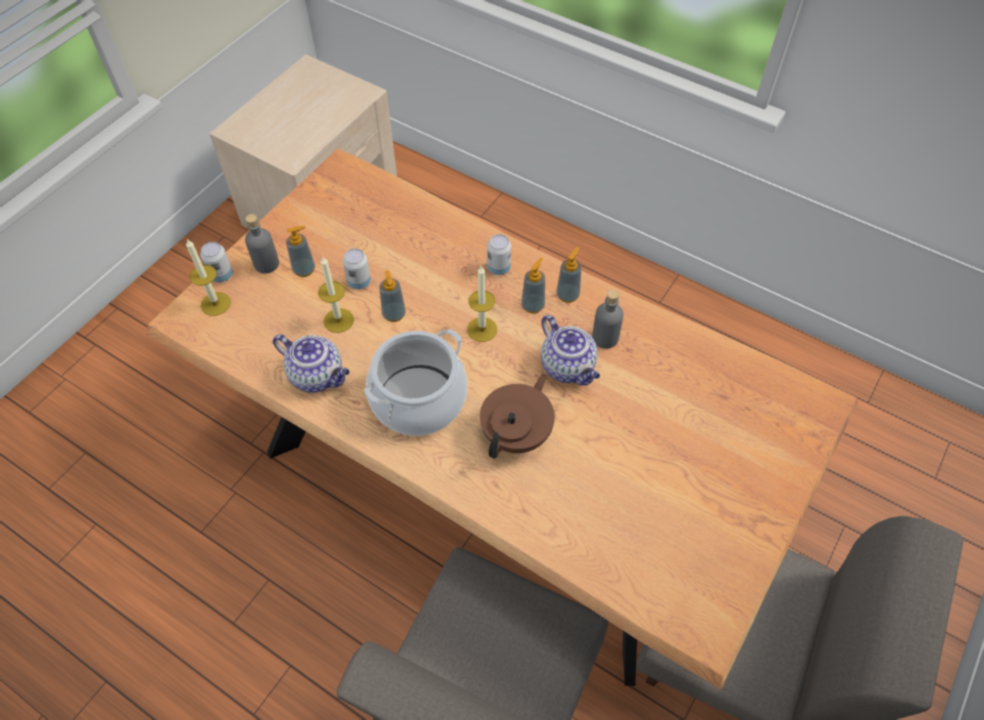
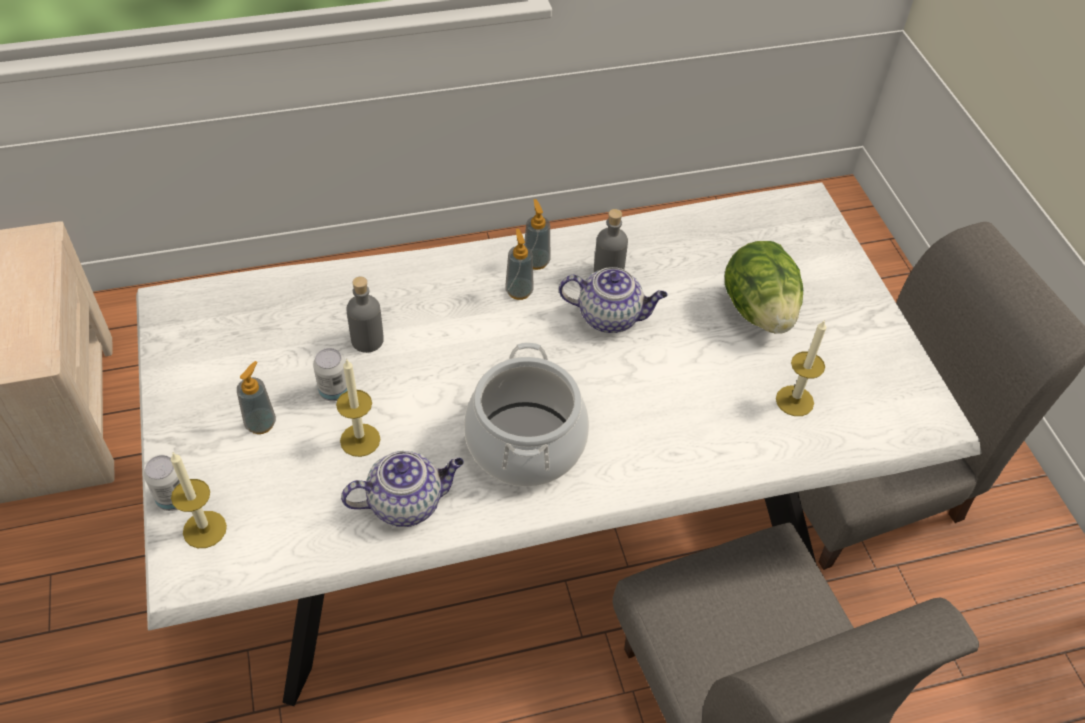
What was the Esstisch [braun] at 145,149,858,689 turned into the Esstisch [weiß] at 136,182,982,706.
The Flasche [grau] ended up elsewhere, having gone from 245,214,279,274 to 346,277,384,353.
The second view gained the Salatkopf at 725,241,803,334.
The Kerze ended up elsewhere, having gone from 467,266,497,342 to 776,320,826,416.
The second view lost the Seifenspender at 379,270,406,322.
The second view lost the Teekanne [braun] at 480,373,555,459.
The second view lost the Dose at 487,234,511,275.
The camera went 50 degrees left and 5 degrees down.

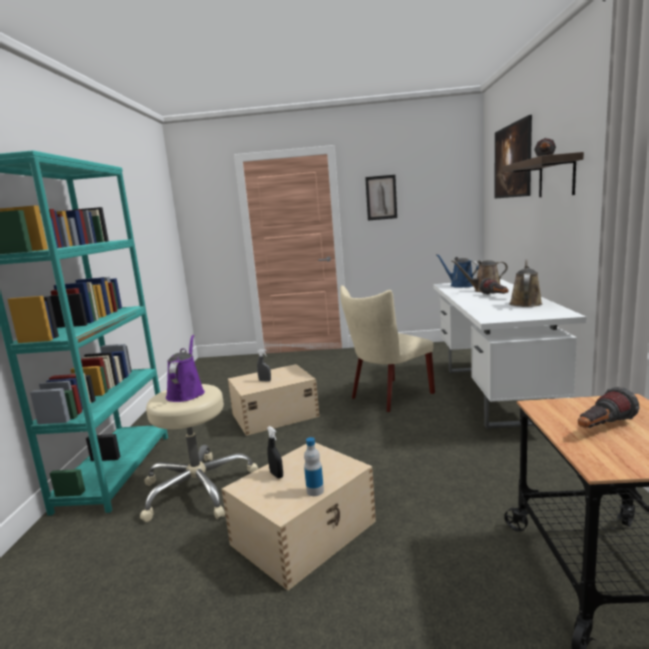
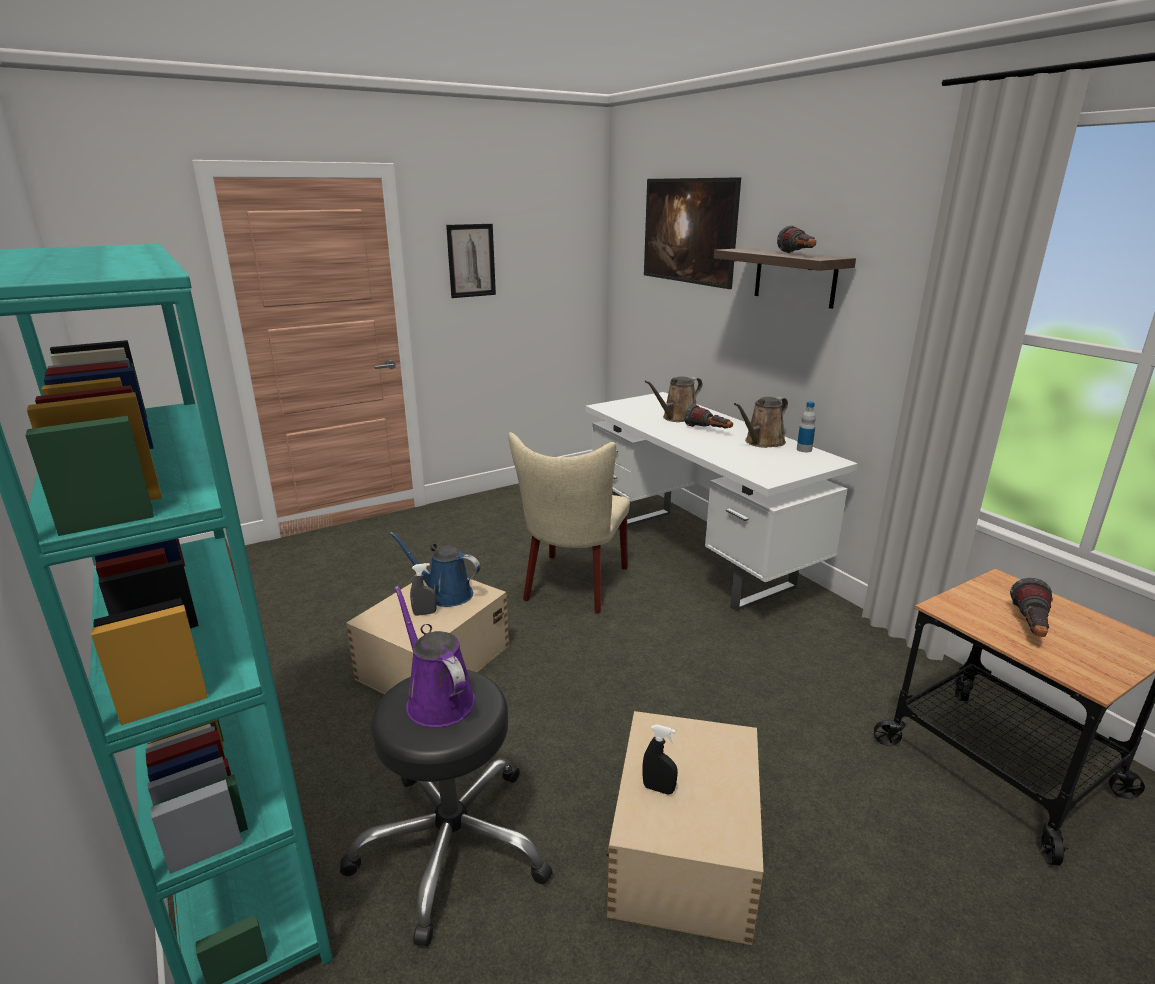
What was the Hocker [beige] at 140,384,259,522 turned into the Hocker [schwarz] at 340,670,553,946.
The Gießkanne [blau] ended up elsewhere, having gone from 436,254,479,288 to 390,532,480,607.
The Gießkanne [braun] at 509,259,542,307 ended up facing another way, 120 degrees counterclockwise from before.
The Flasche ended up elsewhere, having gone from 304,437,324,496 to 797,401,816,452.
The camera went 35 degrees left and 10 degrees up.

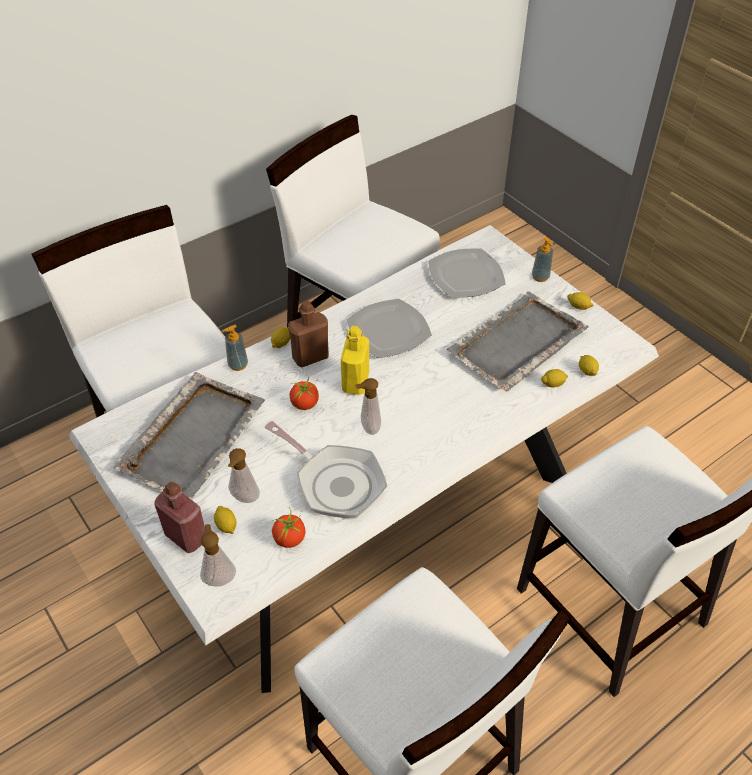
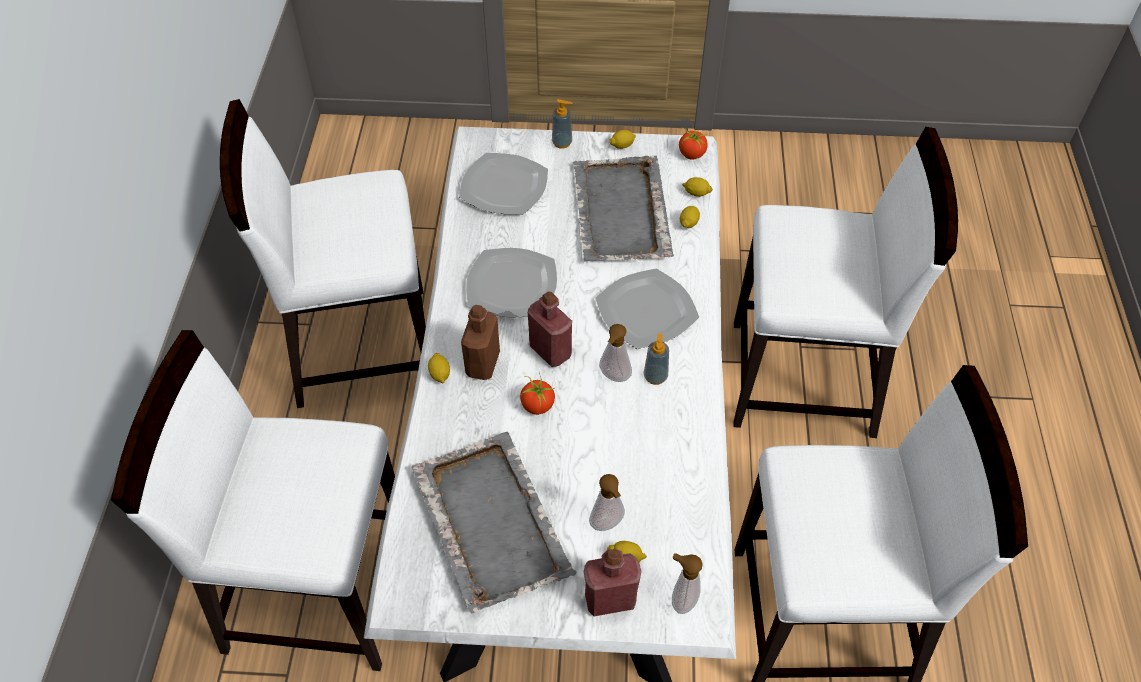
What was the Flasche [gelb] at 341,326,369,395 turned into the Flasche [rot] at 528,291,572,367.
The second view gained the Teller at 595,268,699,349.
The Seifenspender ended up elsewhere, having gone from 222,325,248,371 to 644,333,669,385.
The Tomate ended up elsewhere, having gone from 272,507,305,548 to 679,123,708,159.
The second view lost the Pfanne at 265,421,387,519.
The camera went 50 degrees left and 5 degrees up.

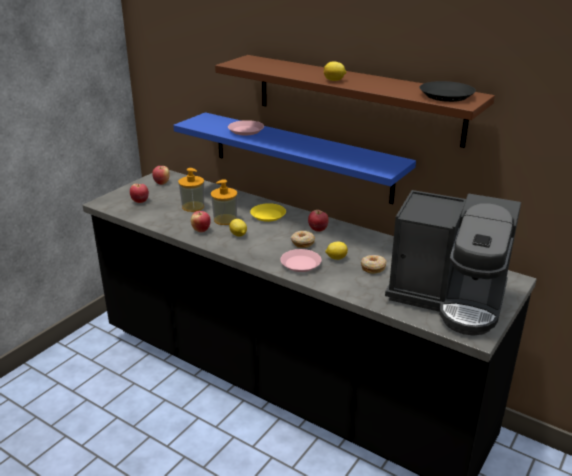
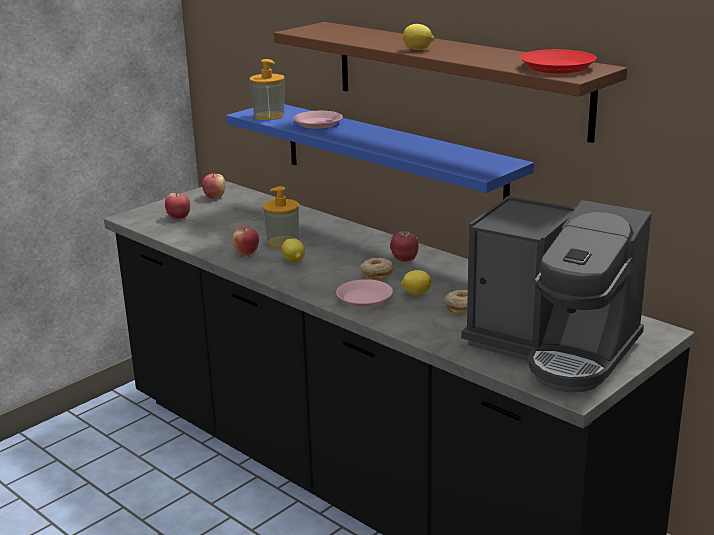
The Seifenspender ended up elsewhere, having gone from 178,168,204,212 to 250,59,284,120.
What was the Teller [schwarz] at 419,81,476,102 turned into the Teller [rot] at 520,49,597,73.
The second view lost the Teller [gelb] at 250,203,286,222.
The camera went 10 degrees right and 5 degrees down.

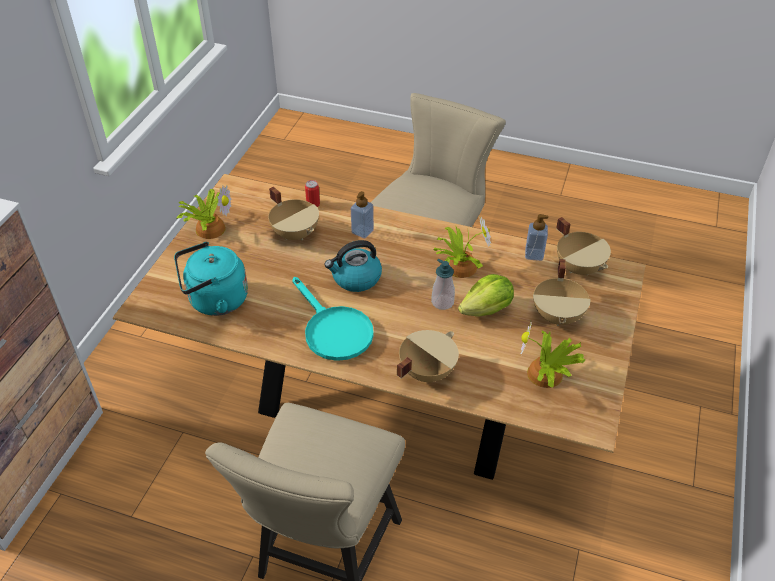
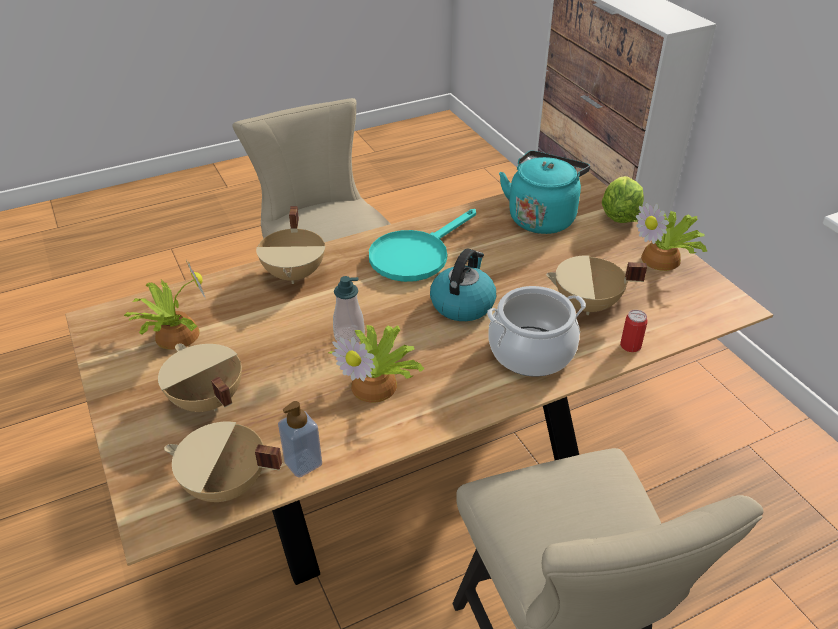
The Pfanne [türkis] at 292,277,374,361 ended up facing another way, 60 degrees counterclockwise from before.
Where the Seifenspender stood at 351,191,374,238, the Kochtopf came to stand at 487,286,586,377.
The Salatkopf ended up elsewhere, having gone from 458,274,514,317 to 602,176,644,223.
The camera went 135 degrees right and 5 degrees down.

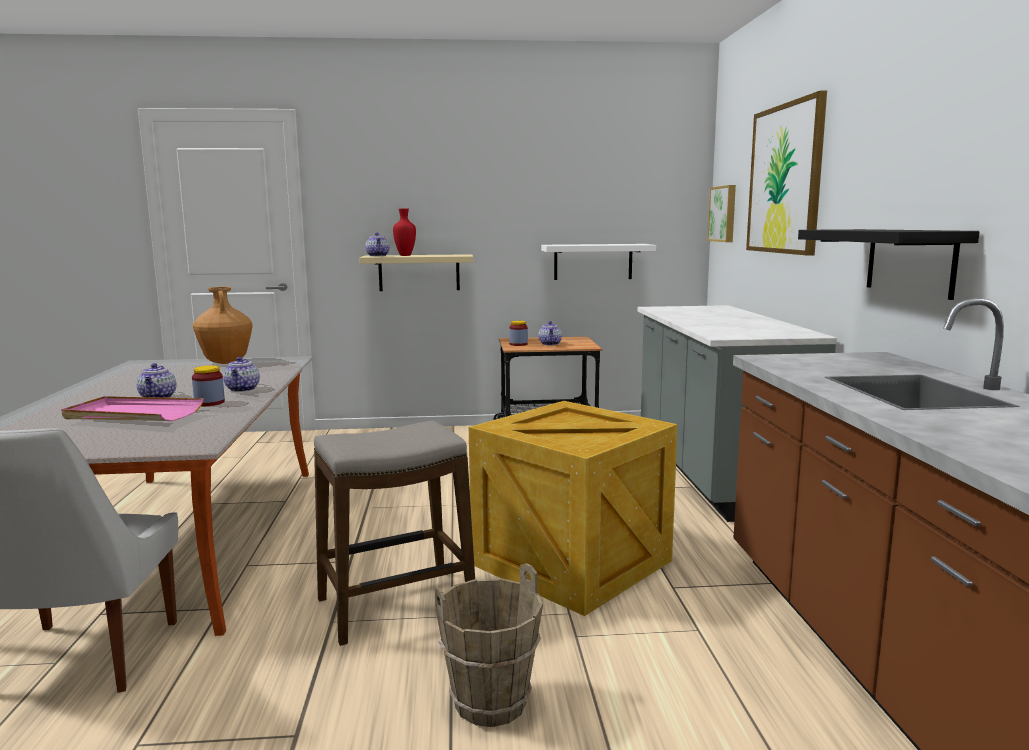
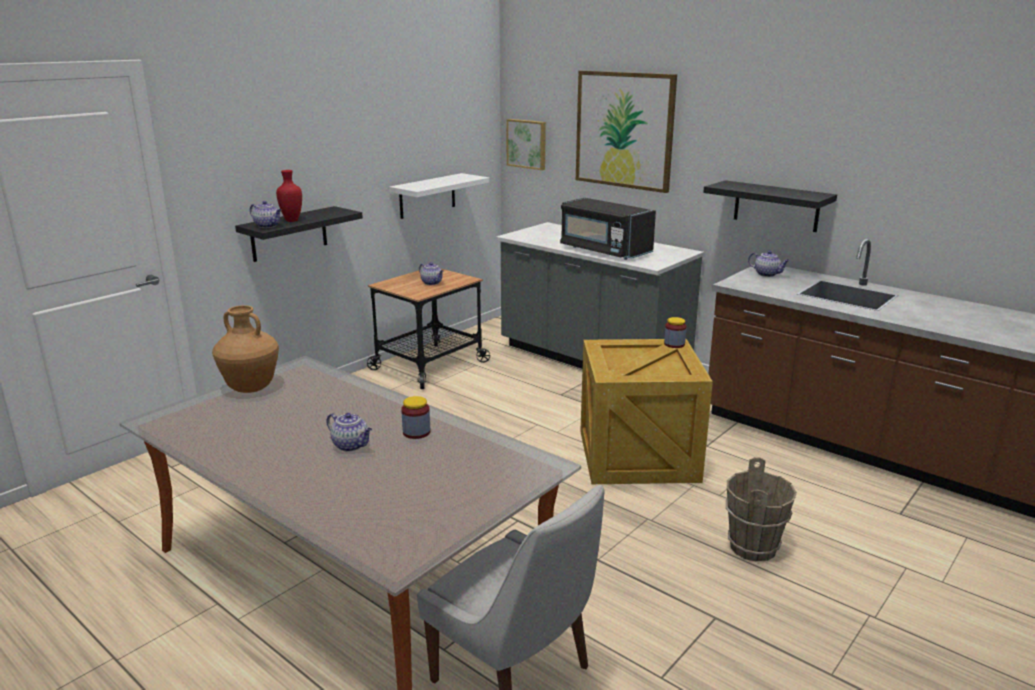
What was the Wandregal [beige] at 359,254,473,291 turned into the Wandregal [schwarz] at 235,206,363,262.
The second view gained the Mikrowelle [schwarz] at 560,198,656,260.
The Vorratsglas ended up elsewhere, having gone from 509,321,528,346 to 664,317,686,348.
The Teekanne ended up elsewhere, having gone from 223,357,260,392 to 748,251,790,277.
The second view lost the Tablett [rosa] at 61,396,204,421.
The second view lost the Hocker at 314,421,475,646.
The camera went 45 degrees left and 10 degrees up.

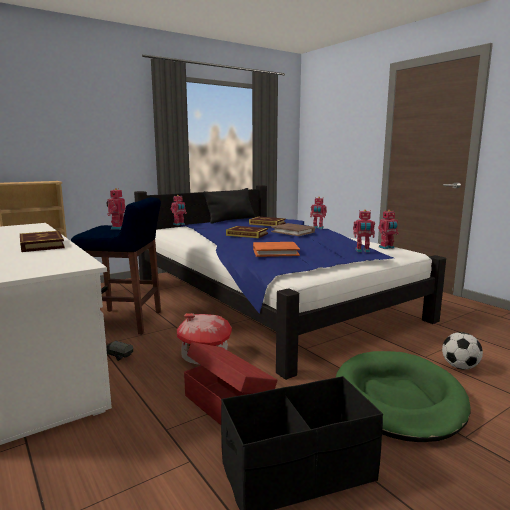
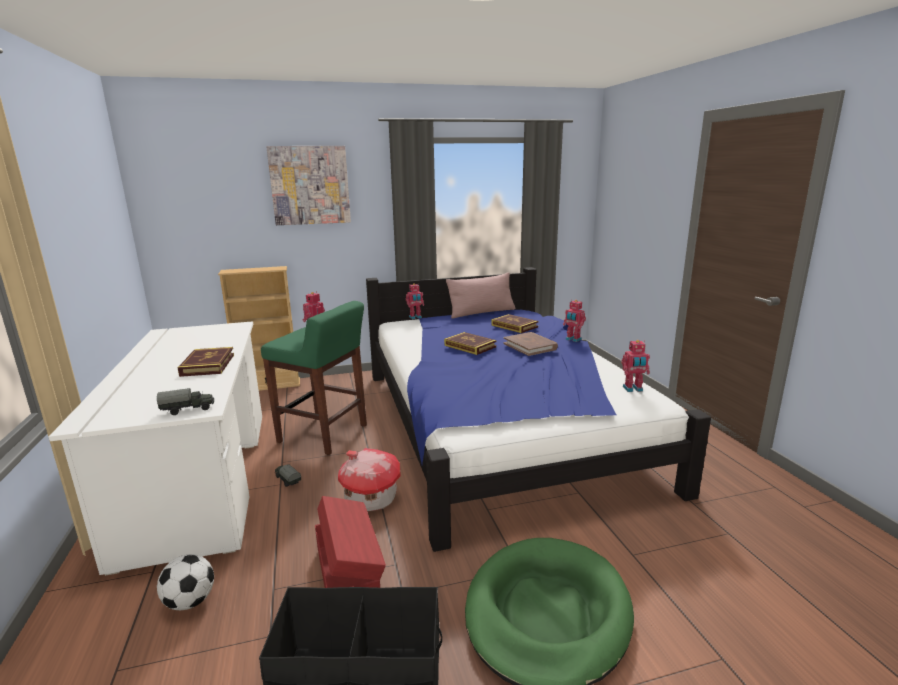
The second view gained the Spielzeuglaster at 157,388,214,415.
The Fußball ended up elsewhere, having gone from 442,332,483,370 to 157,554,214,610.
What was the Hocker [blau] at 71,197,161,335 turned into the Hocker [grün] at 261,301,367,455.
The second view gained the Bild at 266,146,351,225.
What was the Kissen [schwarz] at 203,188,255,224 turned into the Kissen [rosa] at 446,272,515,319.
The second view lost the Buch [orange] at 253,242,300,257.
The second view lost the Spielzeugroboter at 353,210,375,252.
The camera went 20 degrees right and 5 degrees up.

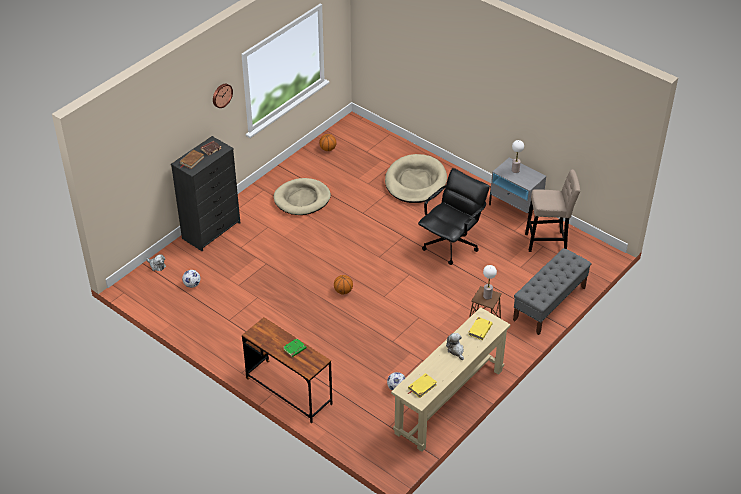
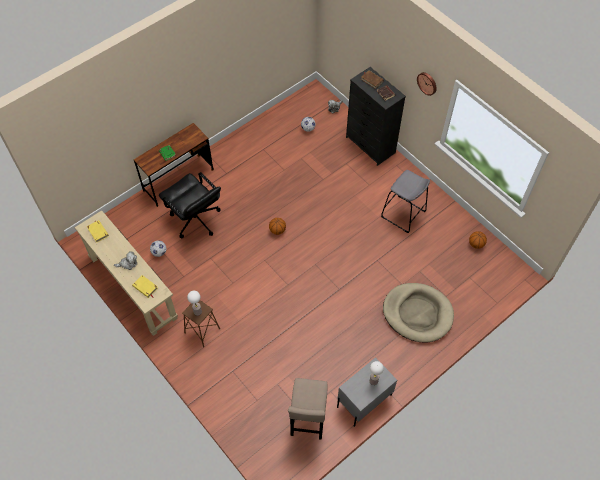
The Bürostuhl [schwarz] ended up elsewhere, having gone from 418,168,490,265 to 159,172,221,239.
Where the Hundebett [beige] stood at 274,178,331,215, the Hocker [grau] came to stand at 381,170,430,233.
The second view lost the Bank [grau] at 513,248,591,335.
The camera went 100 degrees right and 15 degrees up.

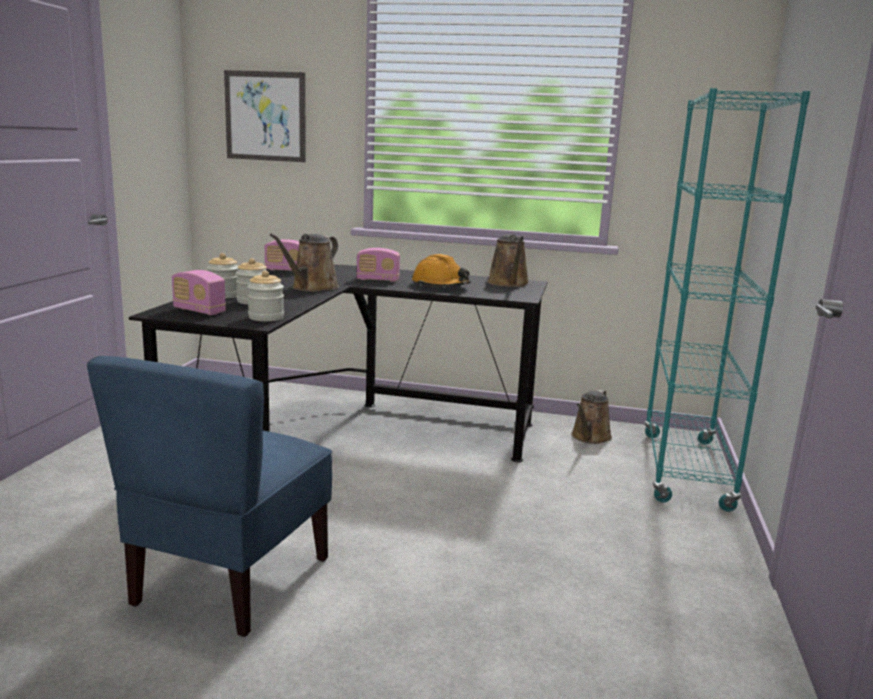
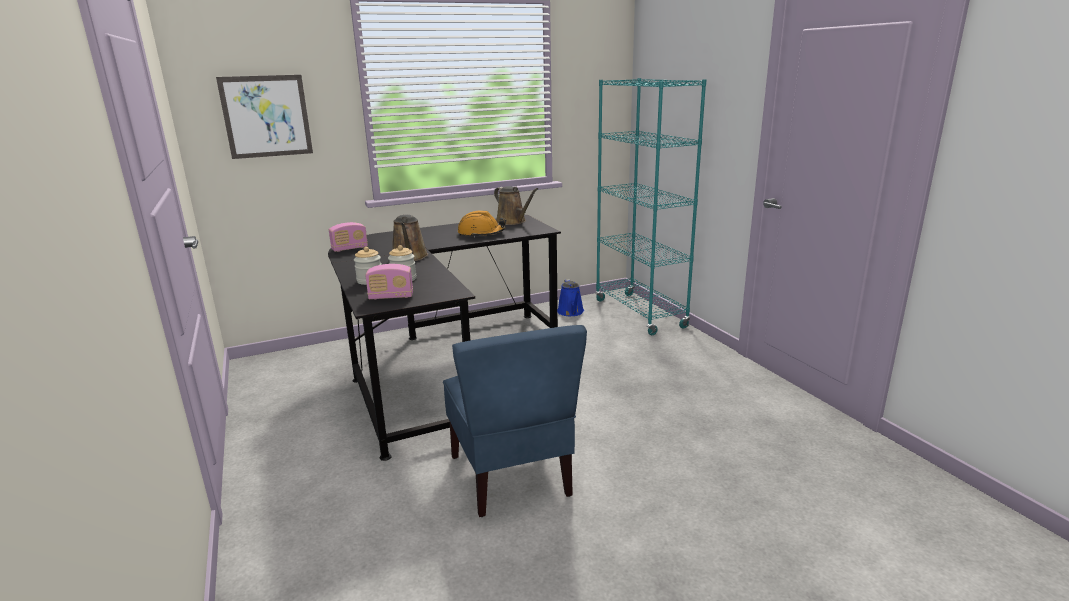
What was the Gießkanne [braun] at 571,390,612,444 turned into the Gießkanne [blau] at 558,279,584,316.
The second view lost the Vorratsglas at 247,270,284,321.
The second view lost the Radio at 356,248,400,282.
The camera went 35 degrees left and 5 degrees up.

